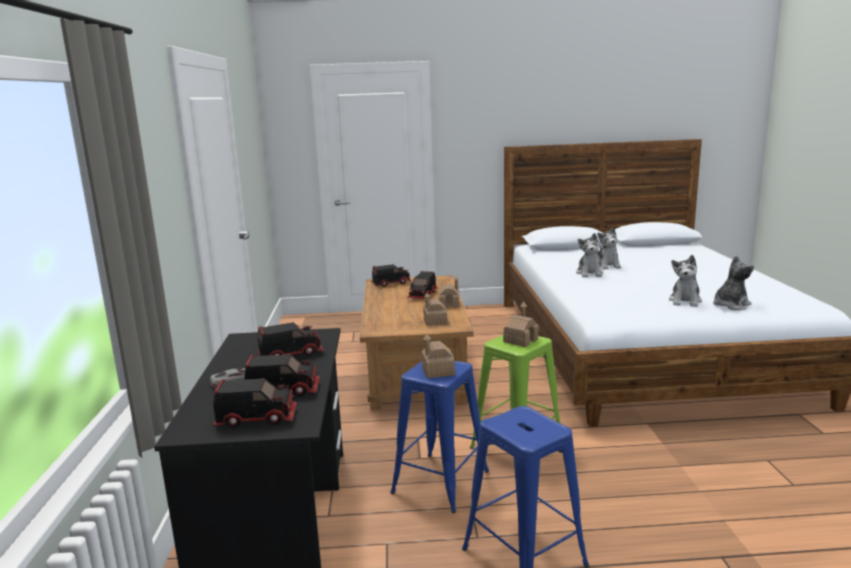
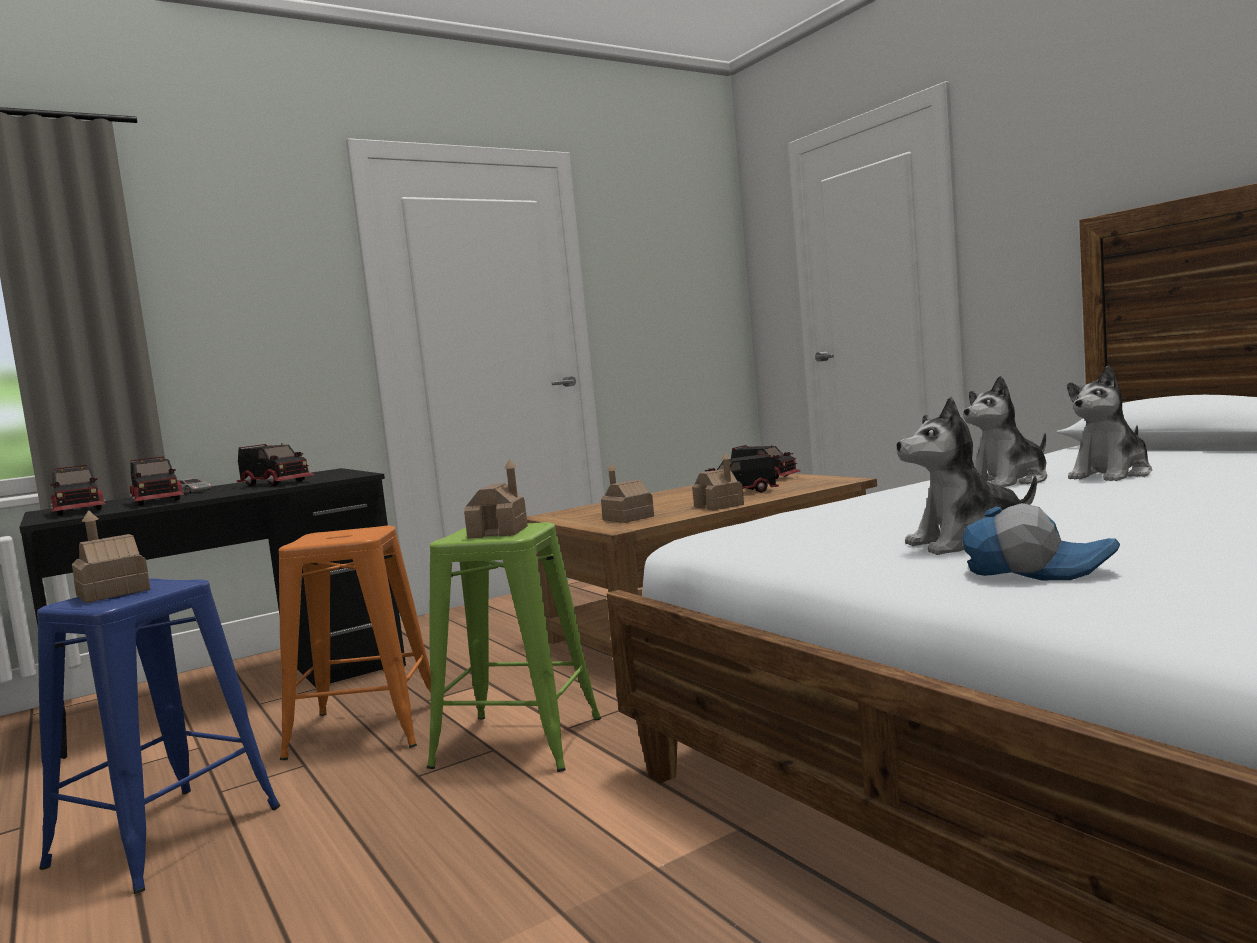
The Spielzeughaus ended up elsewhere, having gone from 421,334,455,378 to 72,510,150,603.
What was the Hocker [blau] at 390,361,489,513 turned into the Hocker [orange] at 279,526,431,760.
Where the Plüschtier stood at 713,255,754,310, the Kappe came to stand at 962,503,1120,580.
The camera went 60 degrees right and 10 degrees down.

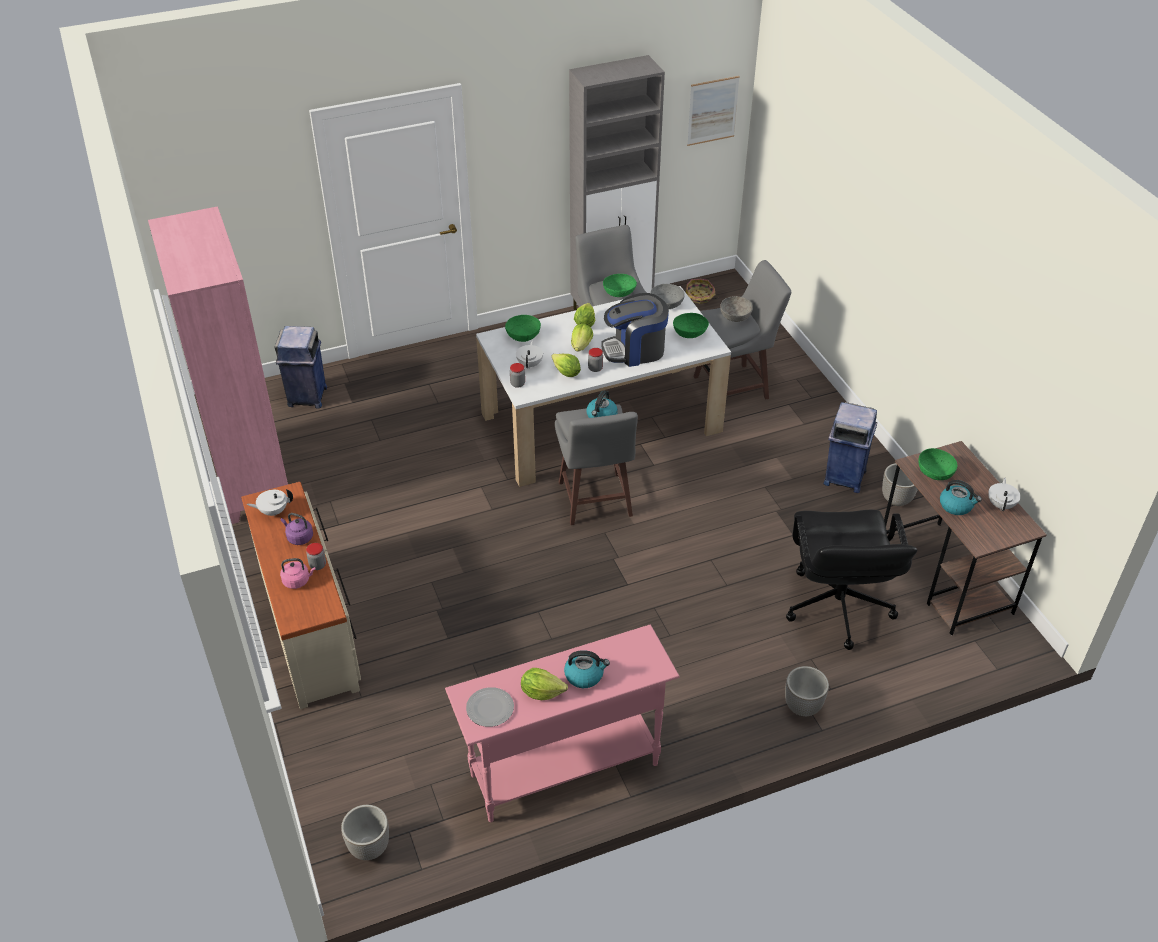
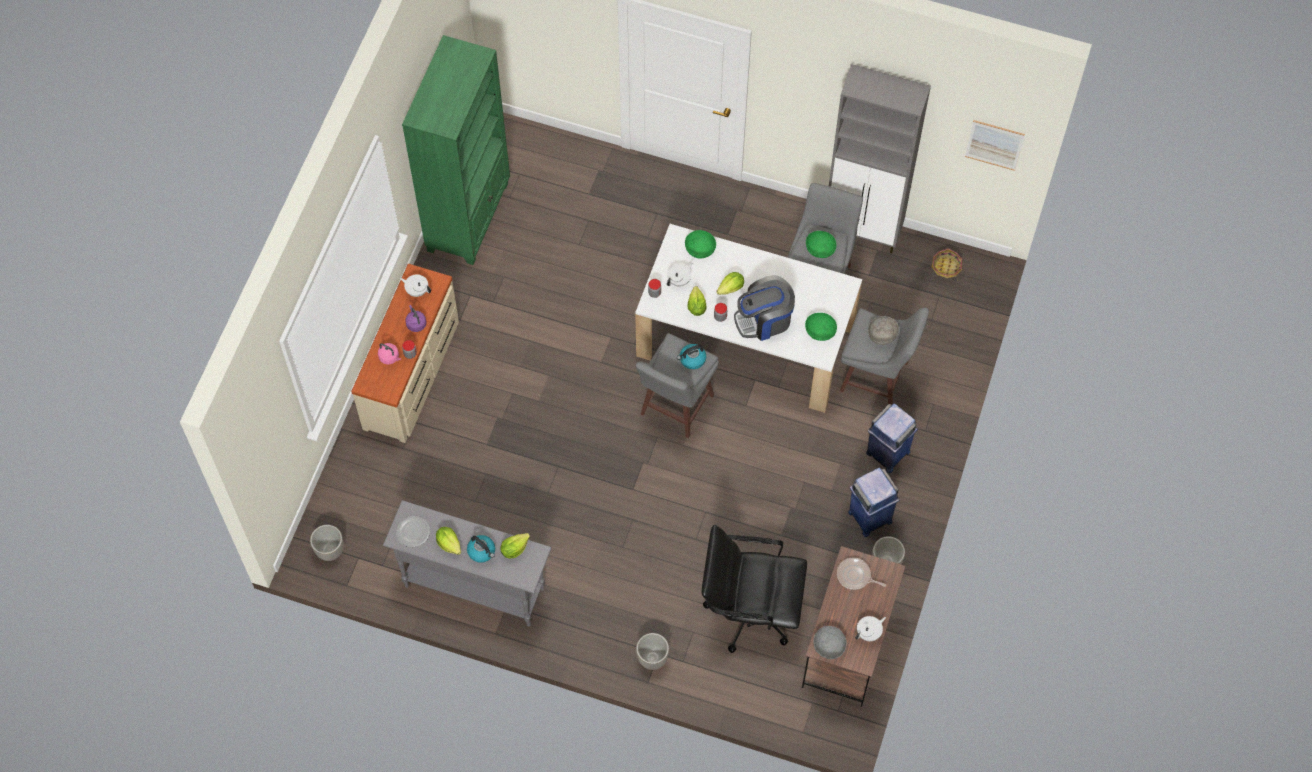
What was the Konsolentisch [rosa] at 445,624,680,822 turned into the Konsolentisch [grau] at 383,500,552,627.
What was the Bücherregal [rosa] at 148,206,288,524 turned into the Bücherregal [grün] at 402,35,510,265.
The Salatkopf ended up elsewhere, having gone from 574,303,595,327 to 500,533,530,558.
The Bürostuhl [schwarz] at 786,510,917,650 ended up facing another way, 60 degrees clockwise from before.
The Kaffeemaschine at 601,293,669,367 ended up facing another way, 45 degrees counterclockwise from before.
The Schüssel [grau] ended up elsewhere, having gone from 650,284,685,309 to 813,626,847,659.
Where the Schüssel [grün] stood at 918,448,958,480, the Pfanne came to stand at 837,558,886,590.
The Mülleimer [blau] ended up elsewhere, having gone from 275,326,327,409 to 866,403,918,473.
The second view lost the Wasserkessel at 940,480,982,515.
The camera went 40 degrees right and 20 degrees up.

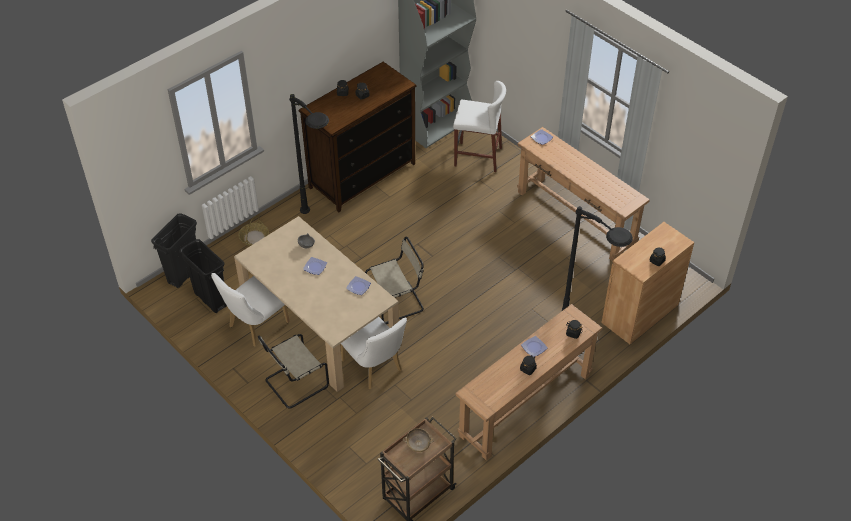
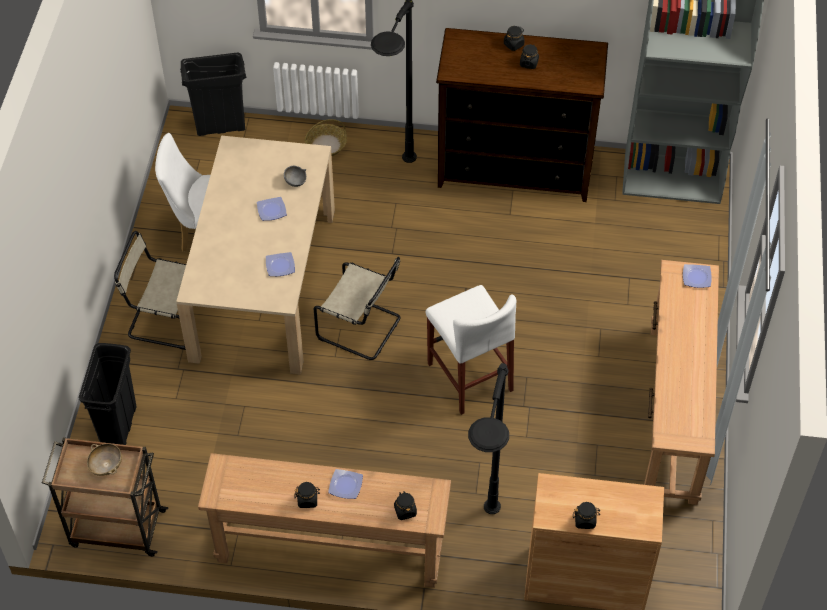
The Mülleimer [schwarz] ended up elsewhere, having gone from 179,239,227,313 to 78,343,137,445.
The Hocker [weiß] ended up elsewhere, having gone from 453,81,506,172 to 426,285,516,415.
The second view lost the Stuhl [weiß] at 340,317,407,389.
The camera went 50 degrees right and 5 degrees up.

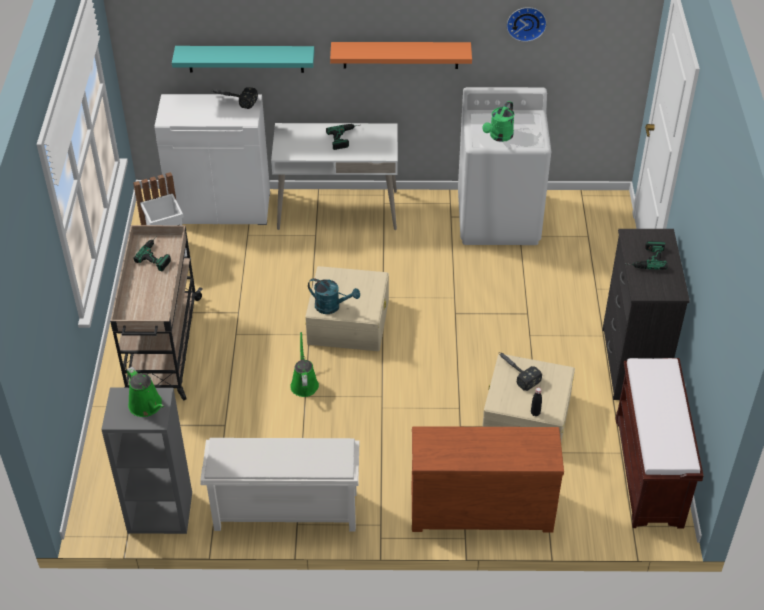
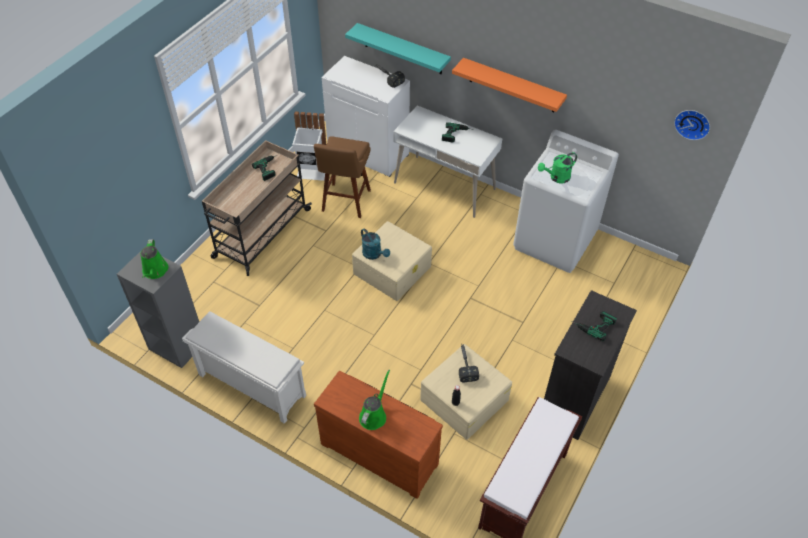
The second view gained the Hocker [braun] at 314,136,371,218.
The Gießkanne [grün] ended up elsewhere, having gone from 290,332,319,397 to 359,370,390,430.
The Wanduhr ended up elsewhere, having gone from 506,7,547,42 to 674,110,710,140.
The camera went 30 degrees right and 5 degrees up.

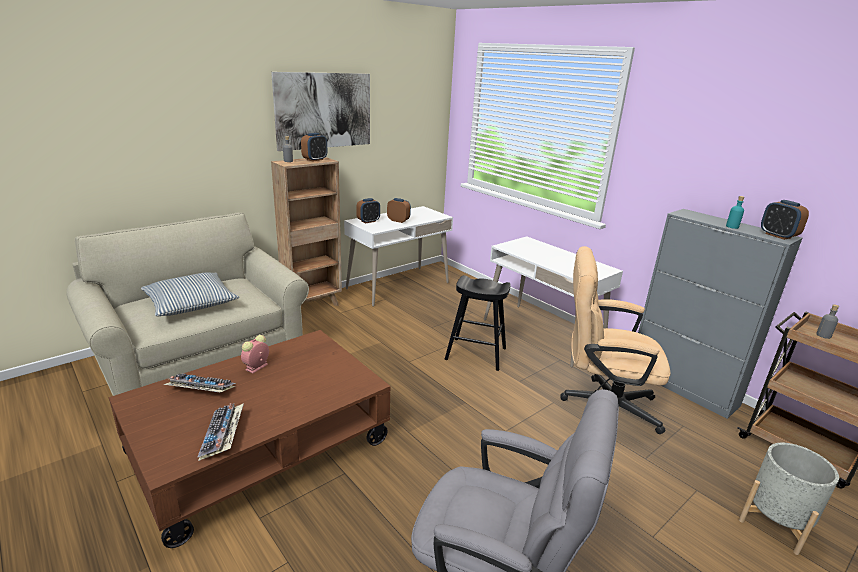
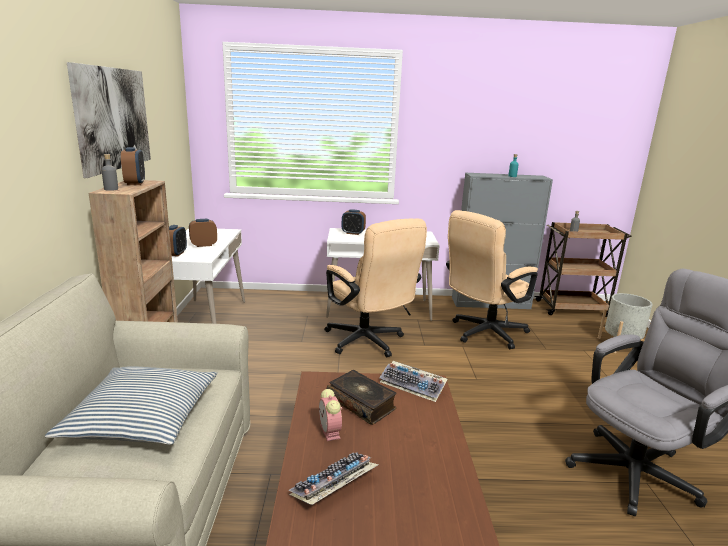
Where the Hocker [schwarz] stood at 445,275,511,371, the Bürostuhl [beige] came to stand at 324,218,427,357.
The second view gained the Buch at 327,370,396,425.
The Wecker ended up elsewhere, having gone from 761,200,809,240 to 342,209,366,235.
The Tastatur ended up elsewhere, having gone from 197,403,244,461 to 379,361,448,402.
The camera went 50 degrees left and 5 degrees down.

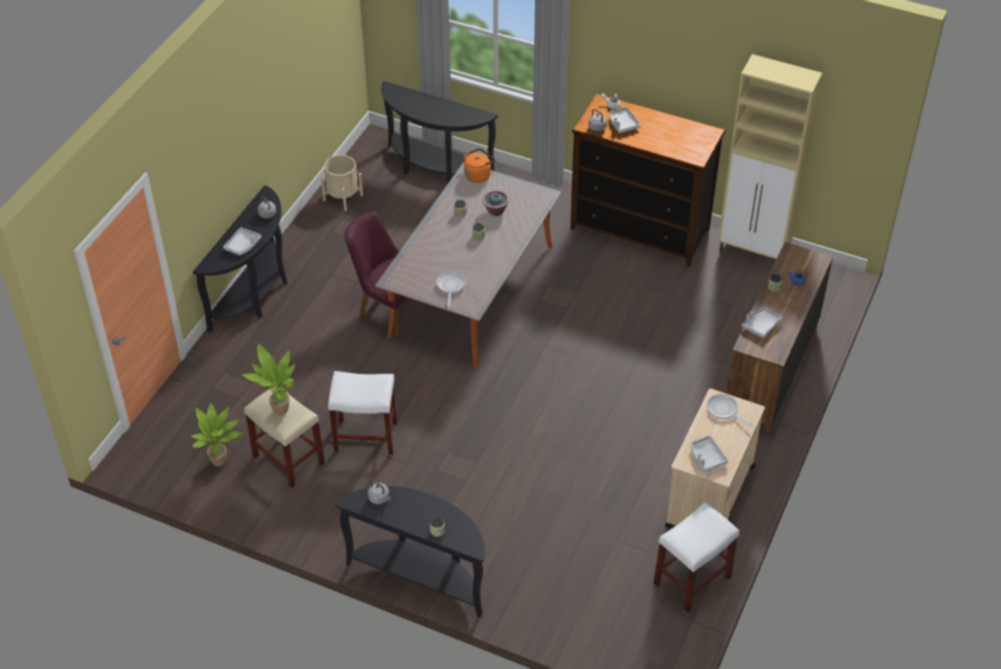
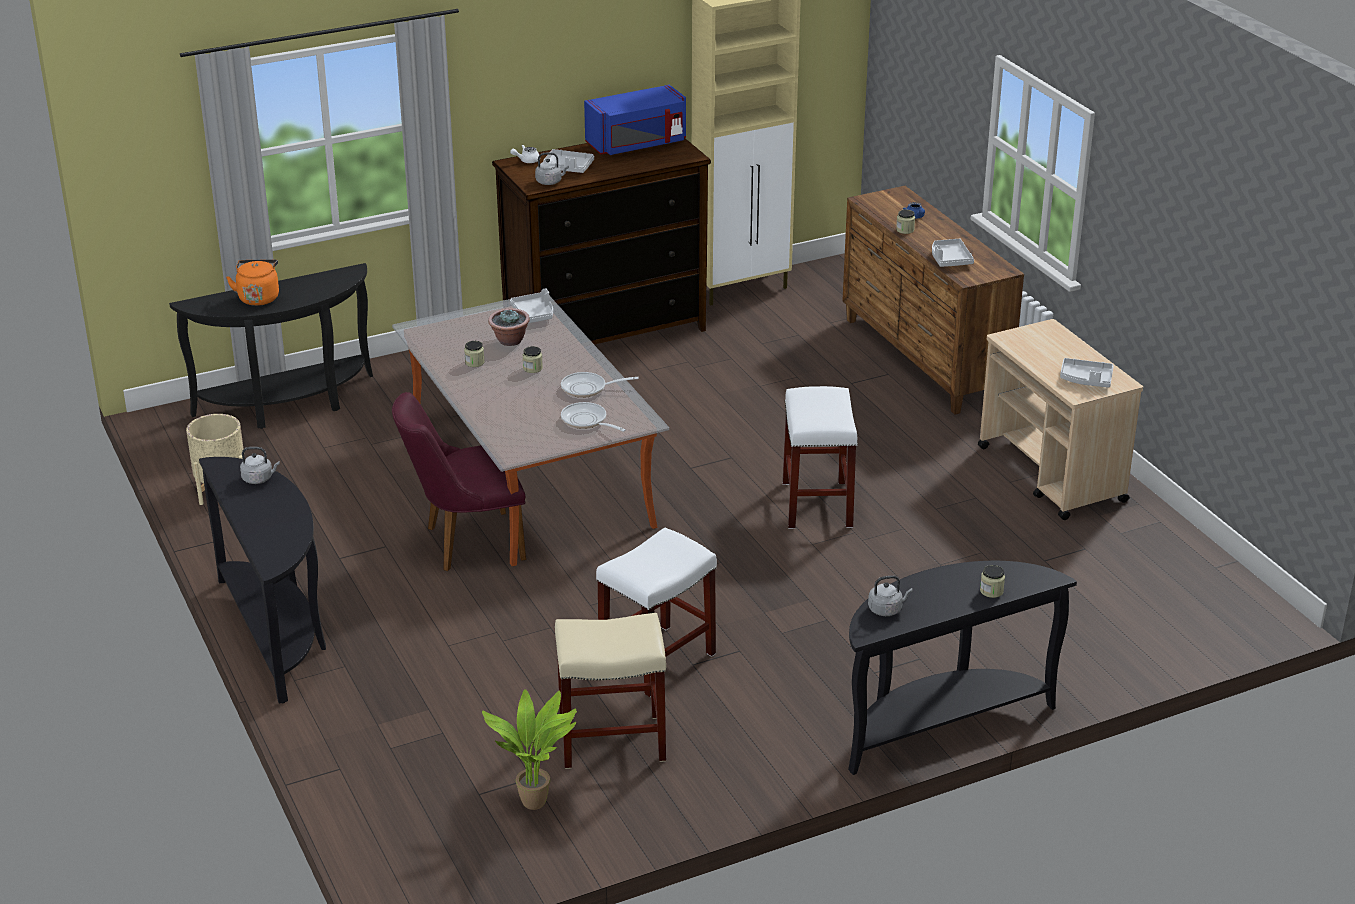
The Wasserkessel [orange] ended up elsewhere, having gone from 464,148,496,183 to 226,259,279,306.
The Tablett [grau] ended up elsewhere, having gone from 223,227,261,255 to 510,288,553,323.
The Pfanne ended up elsewhere, having gone from 707,394,754,427 to 561,372,639,398.
The second view gained the Mikrowelle [blau] at 584,85,686,155.
The Hocker [weiß] ended up elsewhere, having gone from 653,502,739,613 to 782,386,858,529.
The second view lost the Topfpflanze at 242,344,295,415.
The camera went 50 degrees left and 15 degrees down.

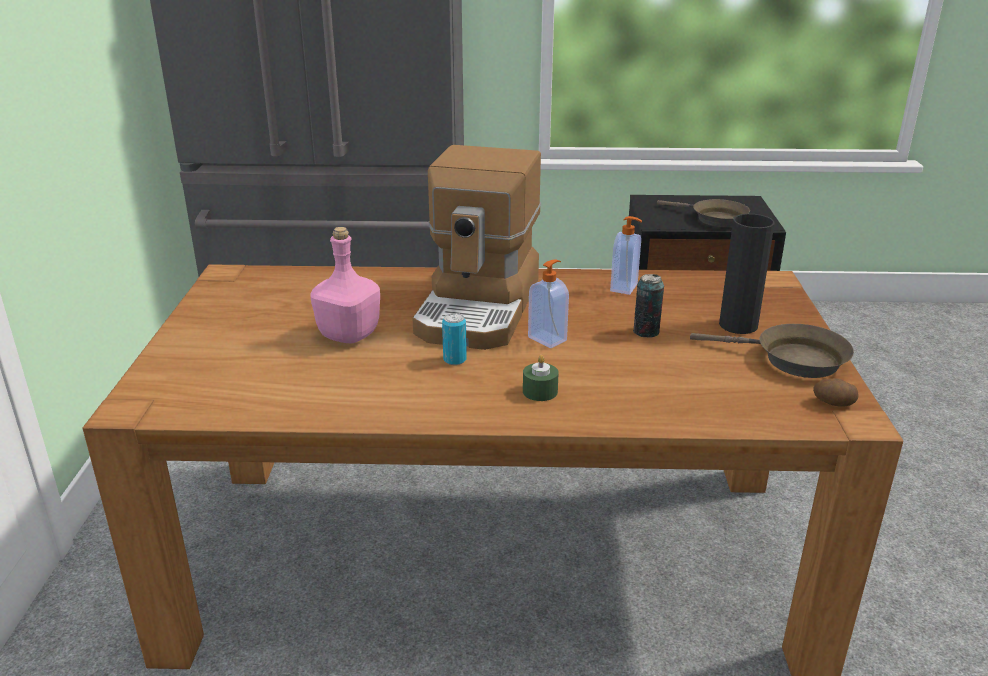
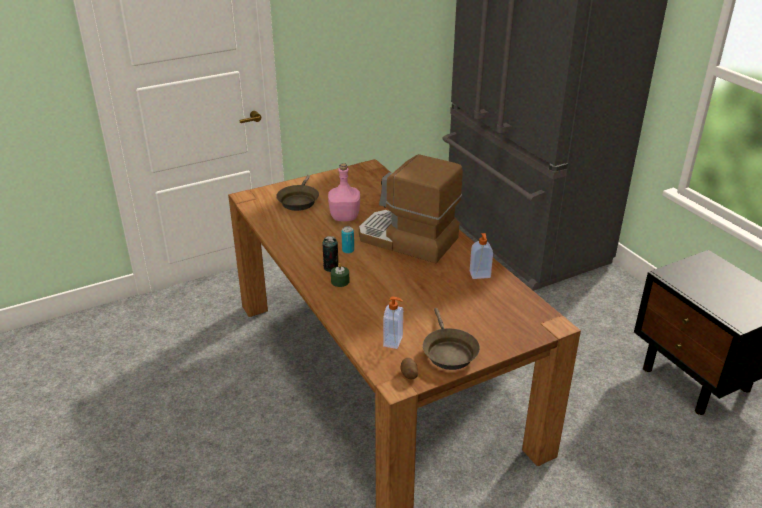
The Pfanne [braun] ended up elsewhere, having gone from 657,199,750,227 to 276,175,319,211.
The Dose ended up elsewhere, having gone from 633,274,664,338 to 322,236,338,272.
The Kaffeemaschine at 412,145,541,350 ended up facing another way, 45 degrees clockwise from before.
The Seifenspender ended up elsewhere, having gone from 528,259,569,348 to 383,297,403,349.
The second view lost the Vase [schwarz] at 719,214,775,334.
The camera went 60 degrees right and 5 degrees up.

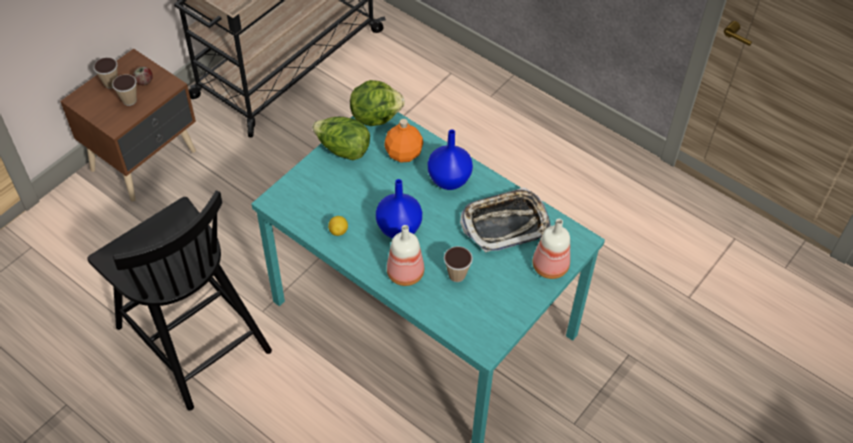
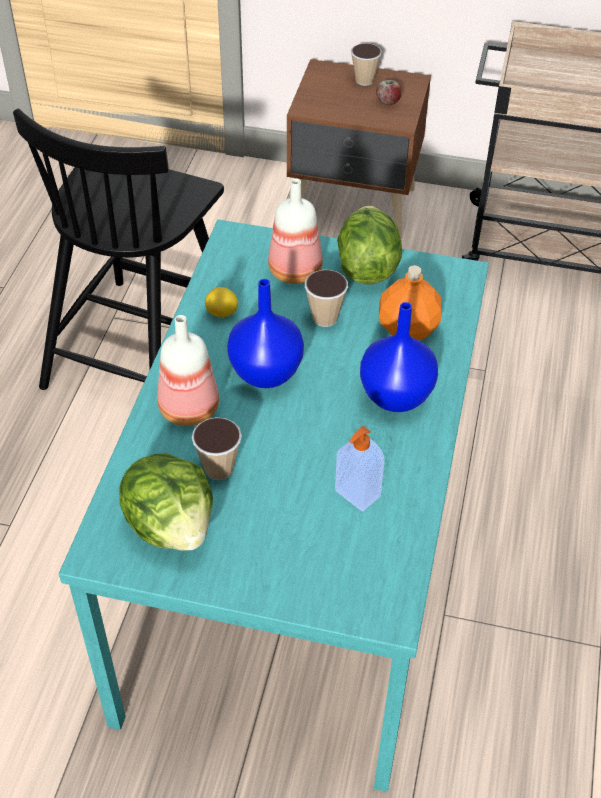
The Salatkopf ended up elsewhere, having gone from 350,80,405,126 to 119,453,213,551.
The Flasche ended up elsewhere, having gone from 532,219,570,279 to 268,178,323,284.
The Tasse ended up elsewhere, having gone from 112,74,137,106 to 305,270,348,327.
Where the Tablett stood at 460,187,551,253, the Seifenspender came to stand at 335,426,385,511.
The camera went 65 degrees right and 5 degrees down.

